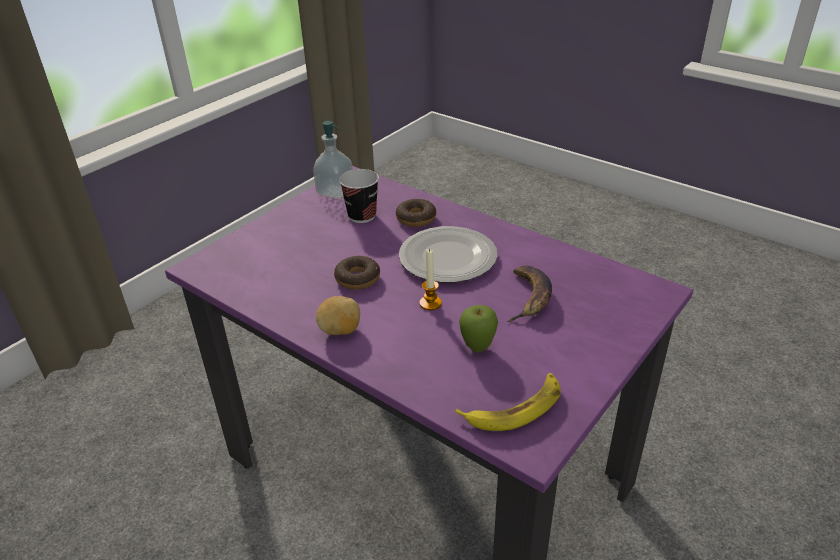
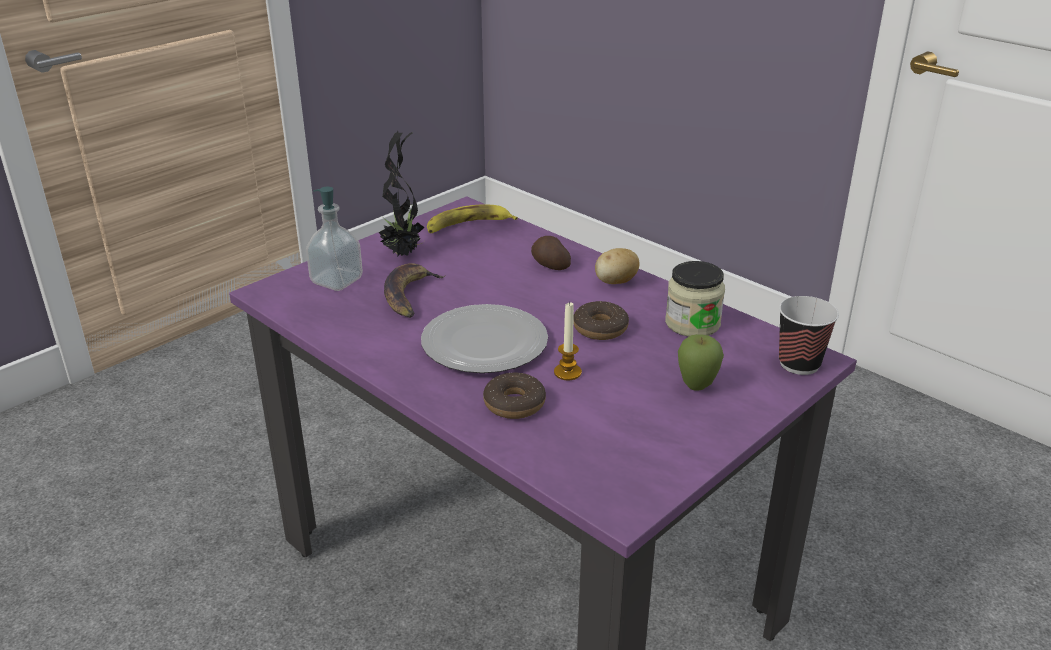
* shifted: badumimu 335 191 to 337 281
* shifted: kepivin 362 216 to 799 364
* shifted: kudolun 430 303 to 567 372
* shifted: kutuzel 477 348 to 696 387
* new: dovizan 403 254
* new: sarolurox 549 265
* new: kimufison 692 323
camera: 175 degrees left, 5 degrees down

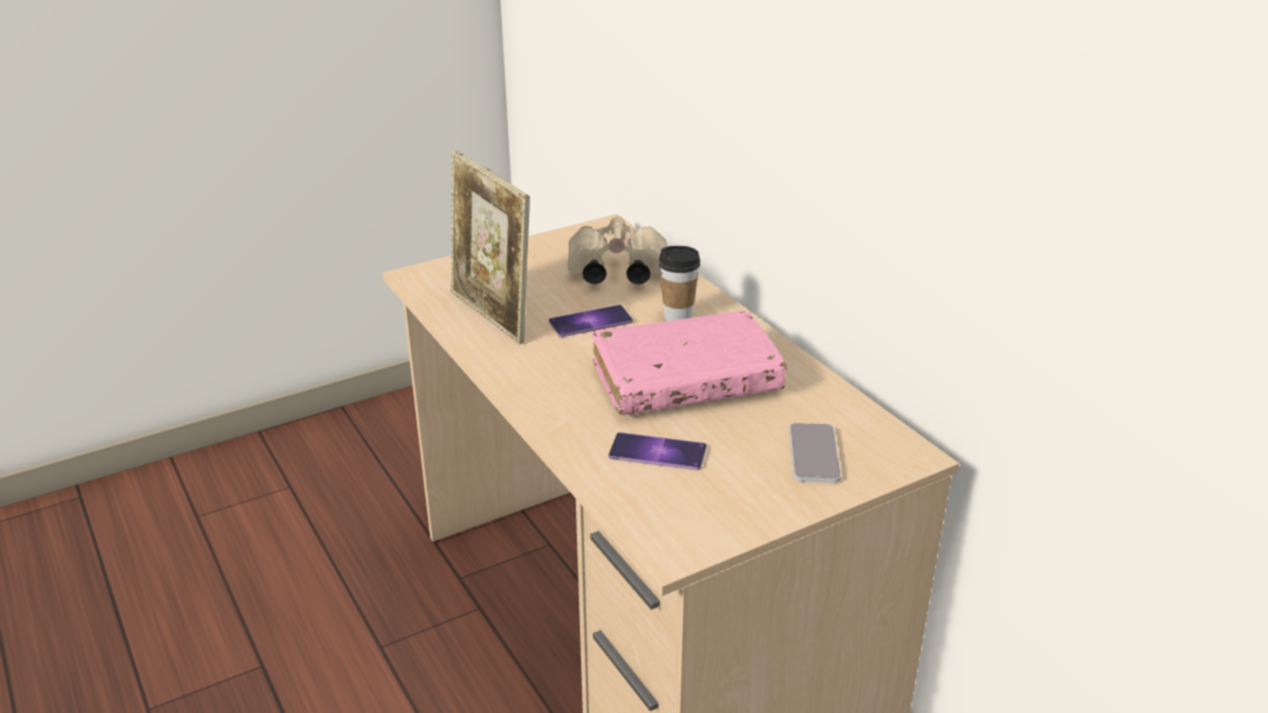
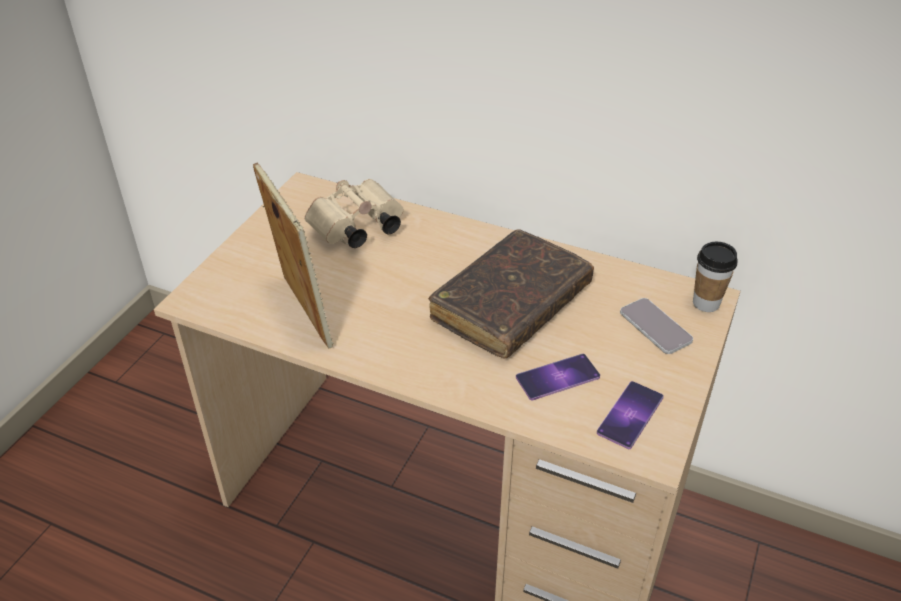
* rotated: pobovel 492 316 = 302 312 135 degrees counterclockwise
* shifted: kepivin 678 316 to 706 303
* shifted: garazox 590 322 to 630 415
* repainted: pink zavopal 686 380 to brown zavopal 511 305
camera: 35 degrees left, 10 degrees up

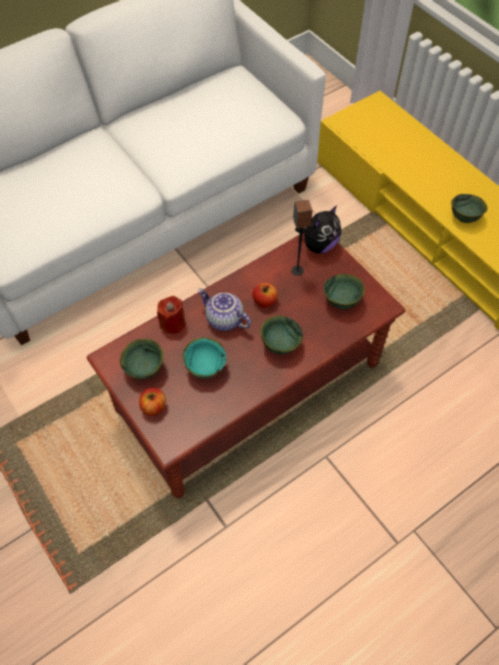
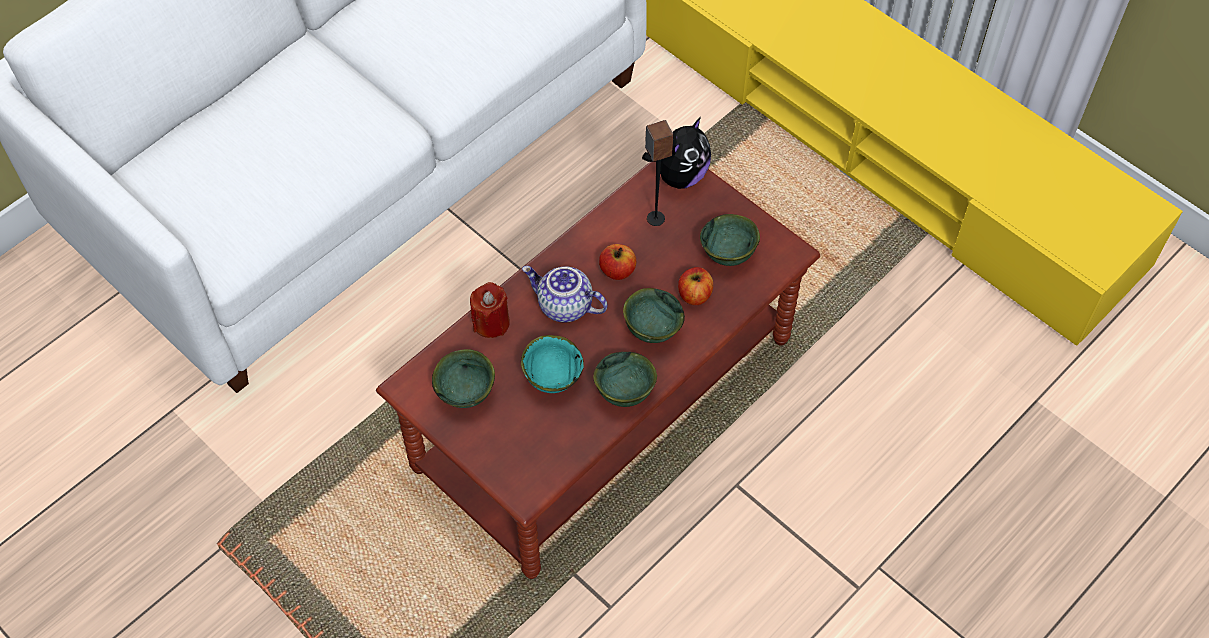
* shifted: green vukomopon 463 218 to 623 394
* shifted: kutuzel 153 407 to 694 295
camera: 10 degrees left, 0 degrees up

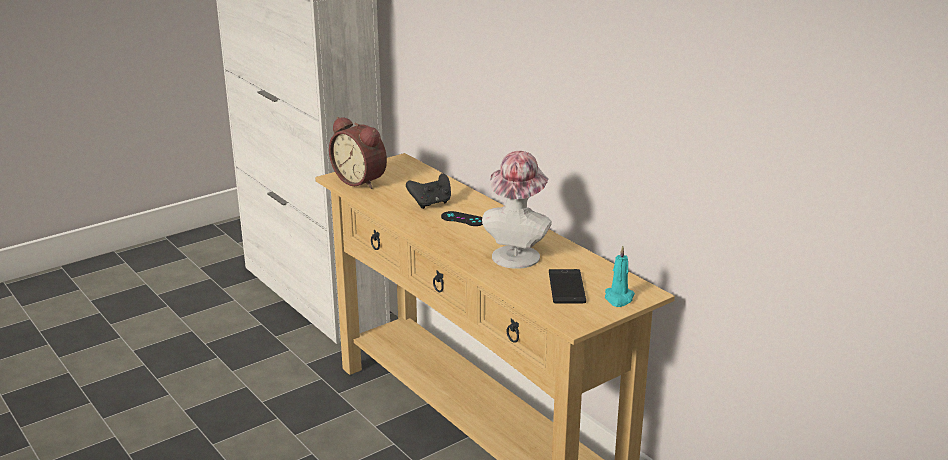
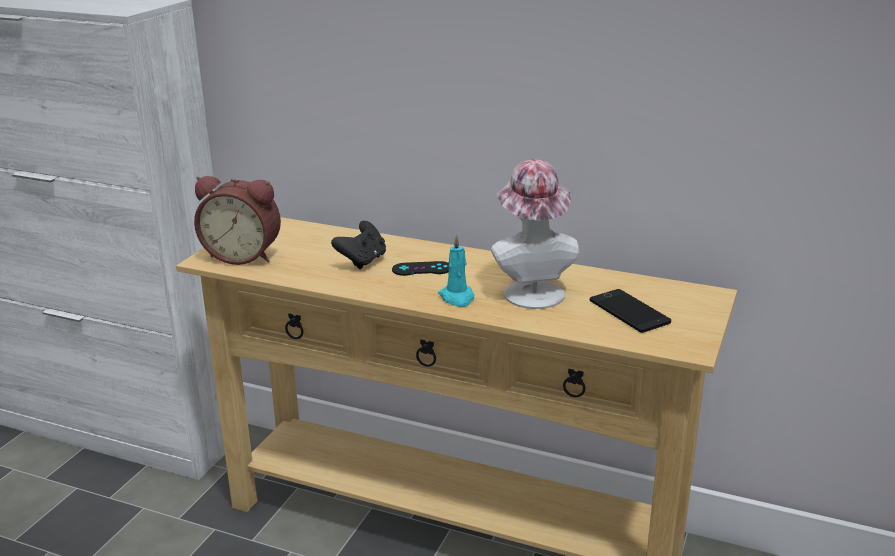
* shifted: turquoise kudolun 618 298 to 457 298
camera: 30 degrees left, 0 degrees up

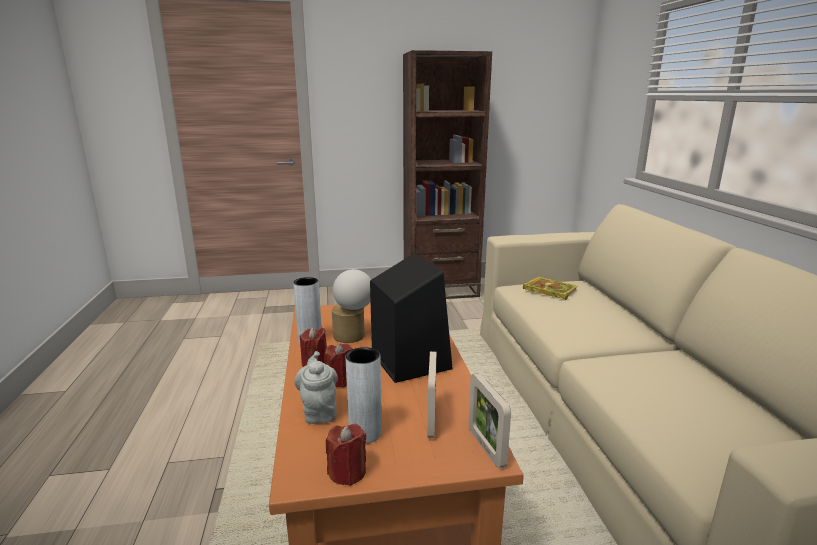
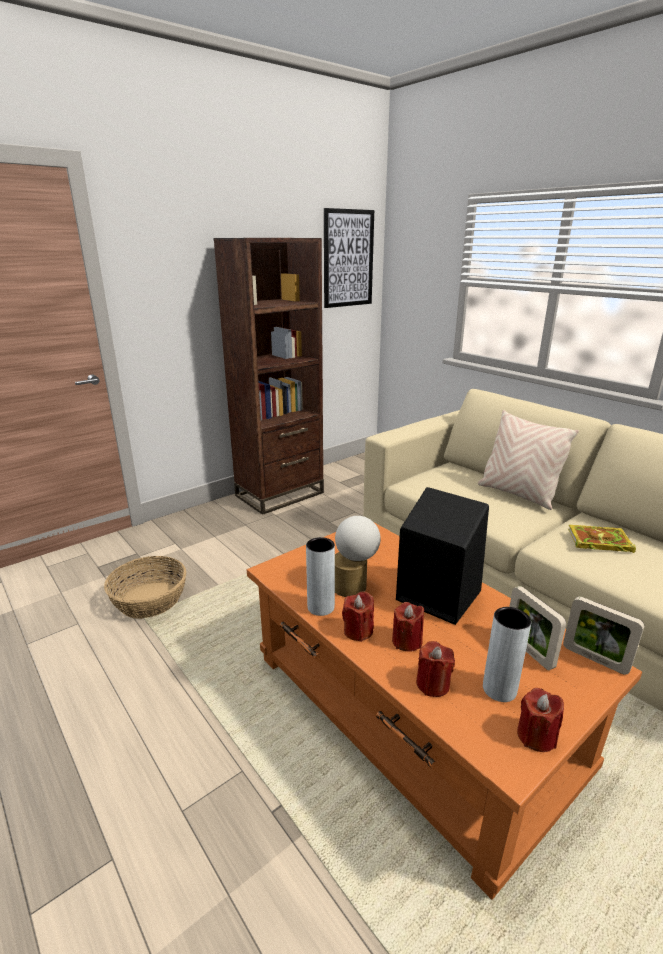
* shifted: zavopal 548 290 to 597 541
* swapped: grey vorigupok 319 411 to red kudolun 433 684
* new: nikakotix 348 259
* new: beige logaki 517 494
* new: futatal 150 599
camera: 30 degrees left, 5 degrees up

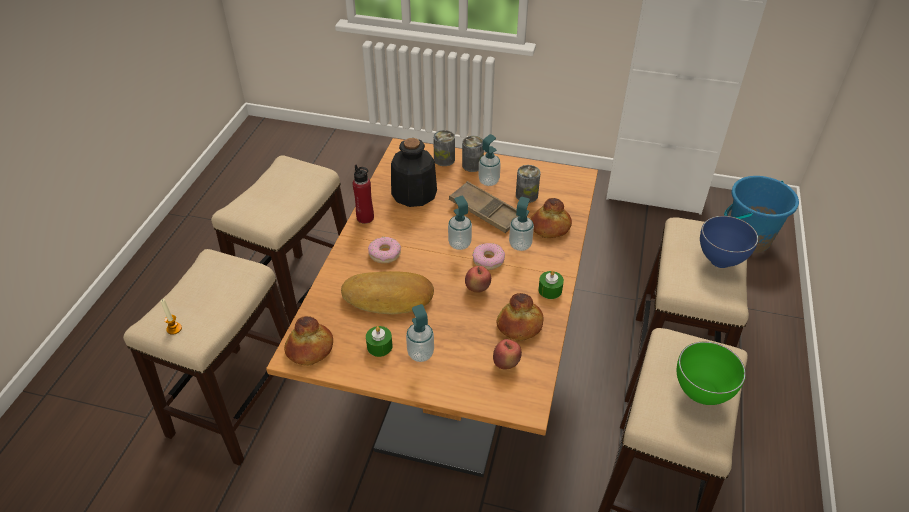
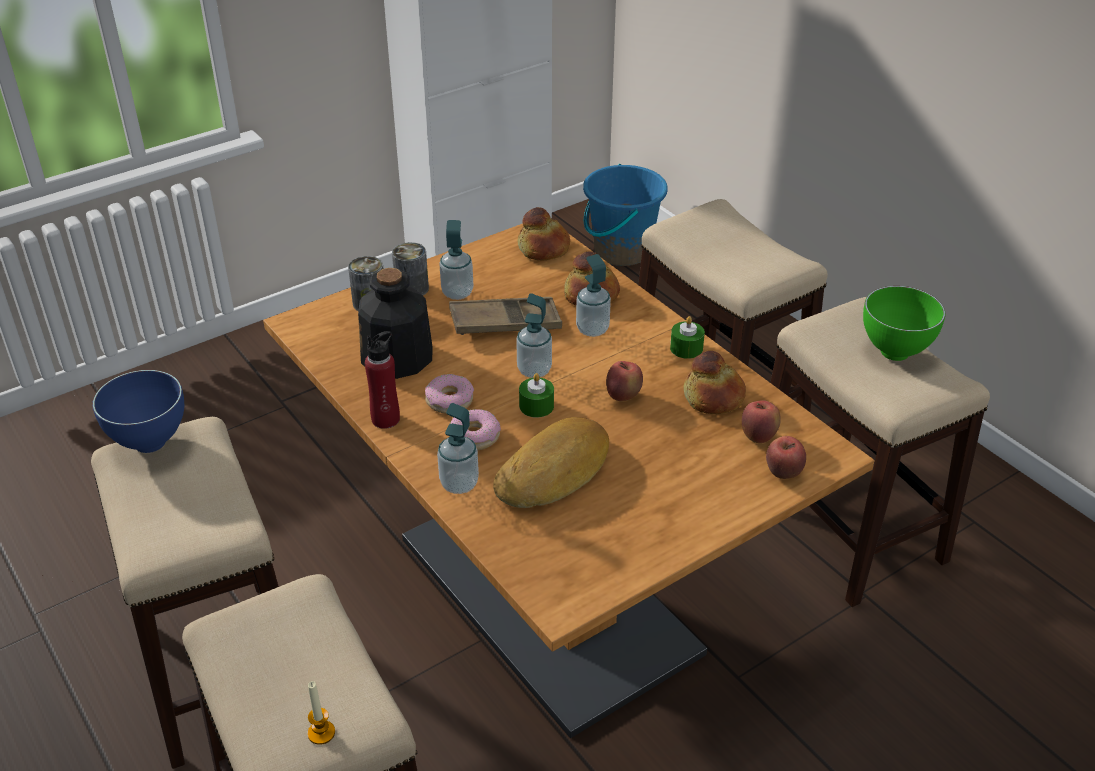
* gone: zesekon 526 195
* shifted: blue vukomopon 718 261 to 148 443
* shifted: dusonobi 488 260 to 449 400
* shifted: badumimu 420 354 to 459 484
* shifted: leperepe 310 349 to 544 248
* shifted: green kudolun 379 346 to 536 406
* new: kutuzel 783 473
camera: 50 degrees left, 5 degrees down

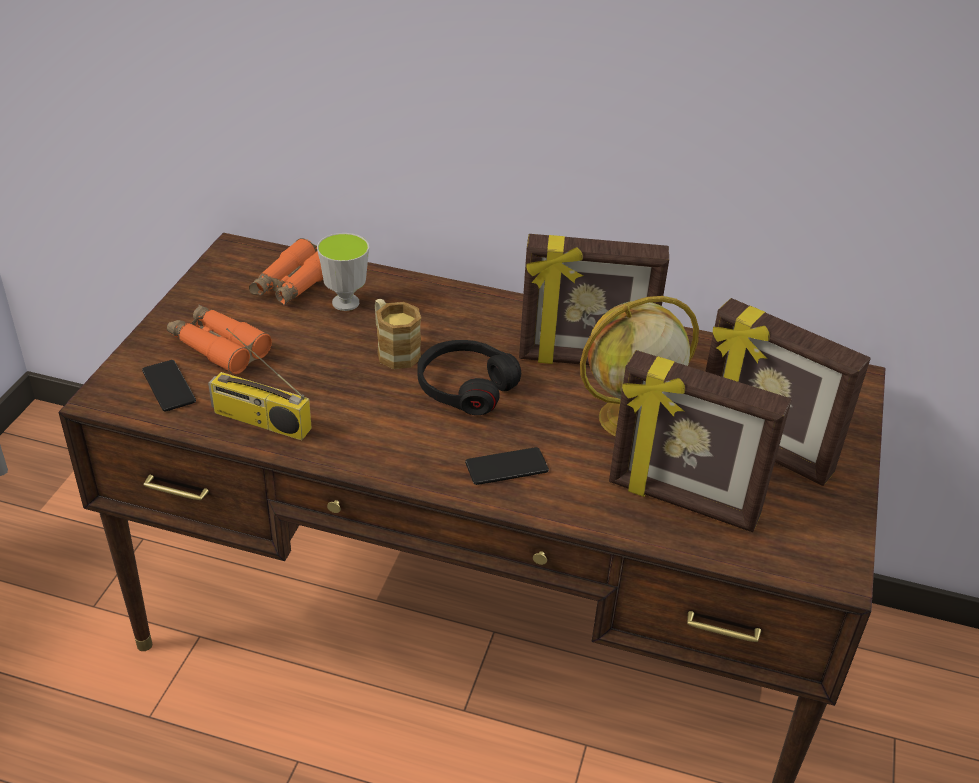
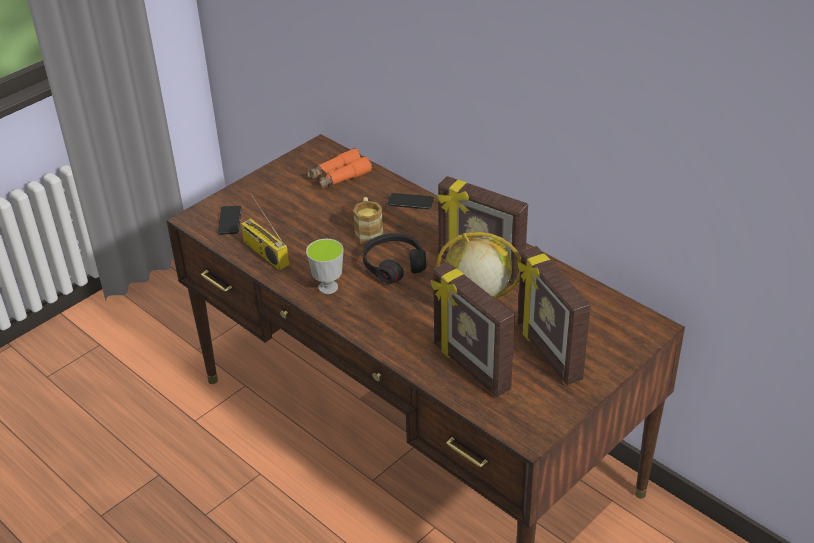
* shifted: kepivin 345 303 to 328 287
* gone: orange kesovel 218 347
* shifted: garazox 506 467 to 410 202
camera: 30 degrees right, 0 degrees up

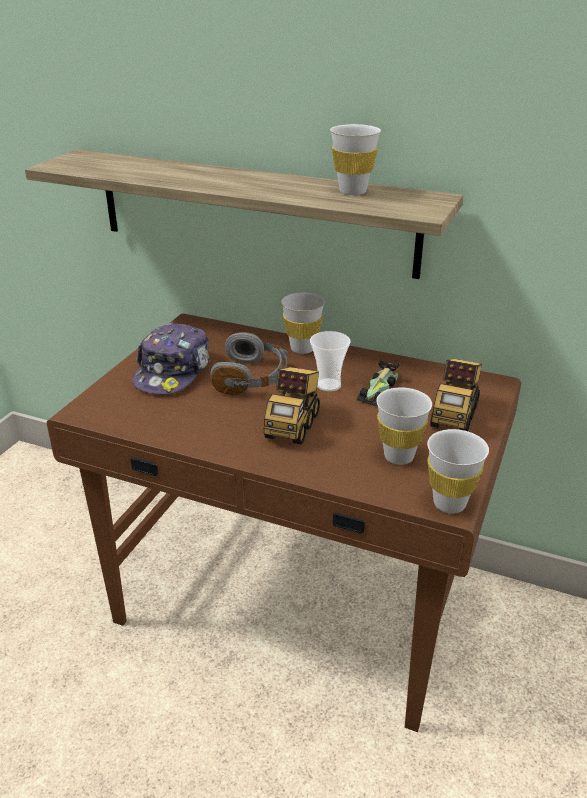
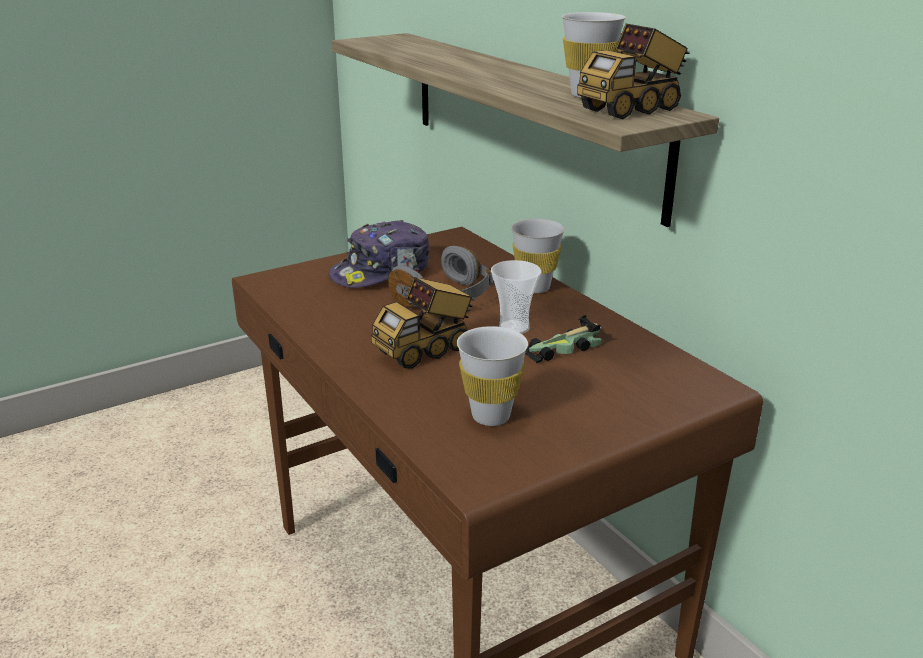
* shifted: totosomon 454 415 to 632 110
* gone: white kepivin 449 503
camera: 35 degrees right, 5 degrees down

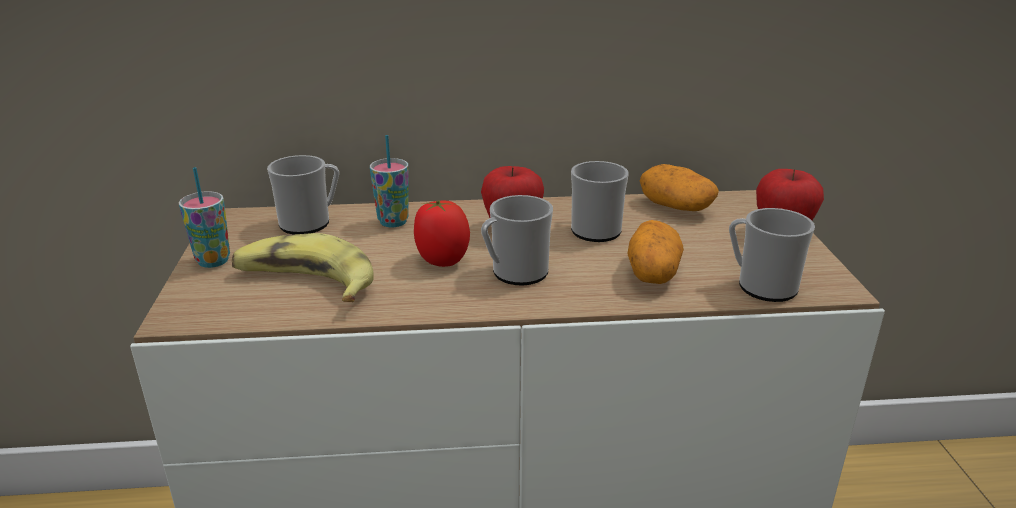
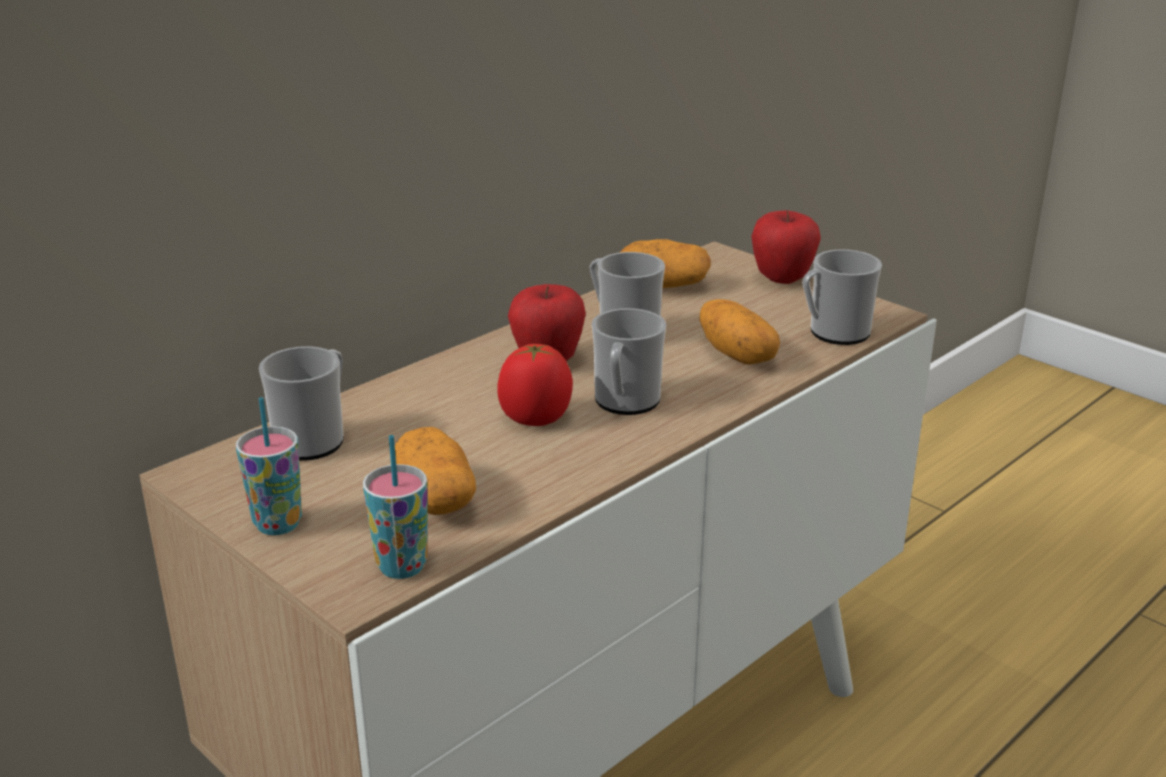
* shifted: kepivin 393 222 to 402 566
* swapped: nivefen 305 283 to sarolurox 434 499
camera: 40 degrees left, 0 degrees up

